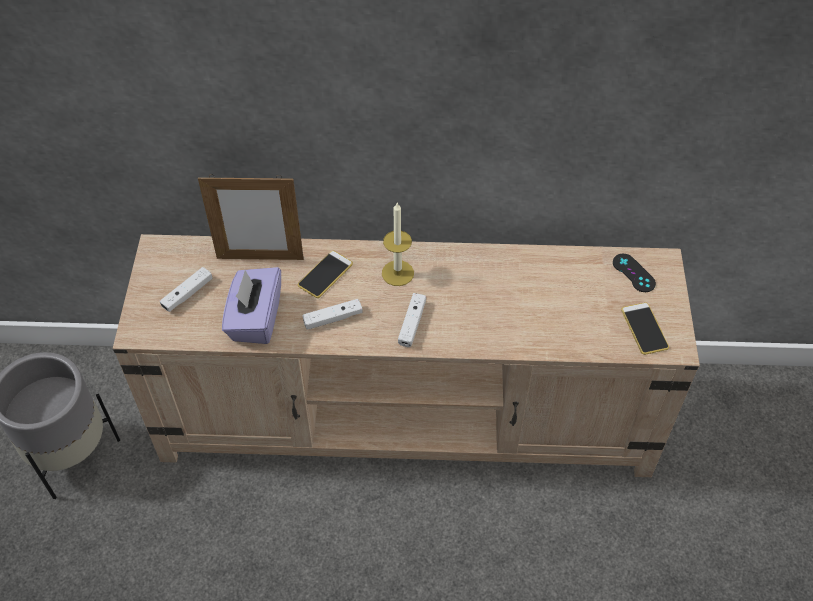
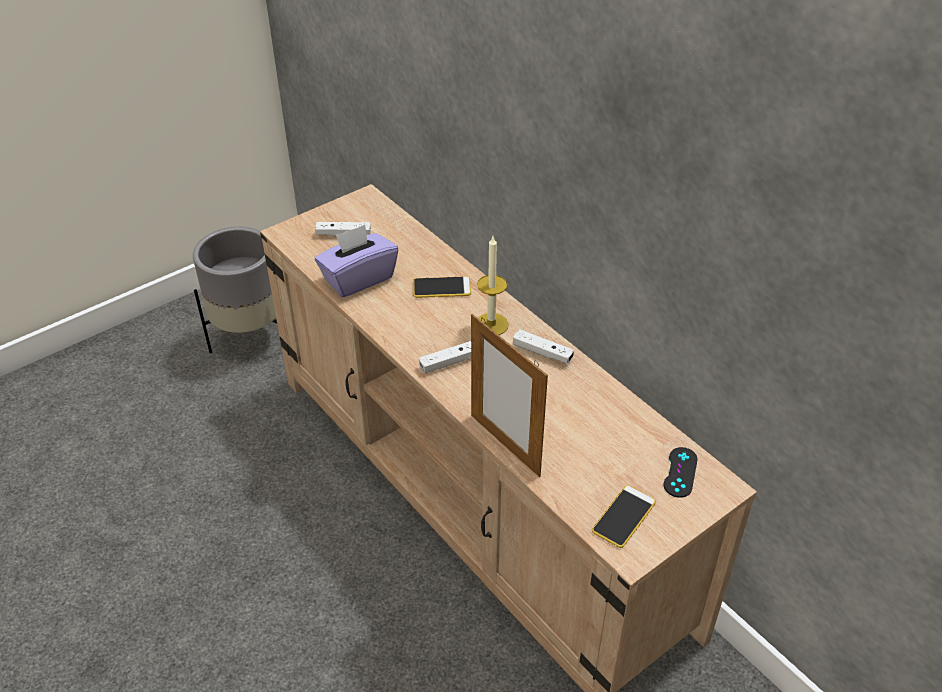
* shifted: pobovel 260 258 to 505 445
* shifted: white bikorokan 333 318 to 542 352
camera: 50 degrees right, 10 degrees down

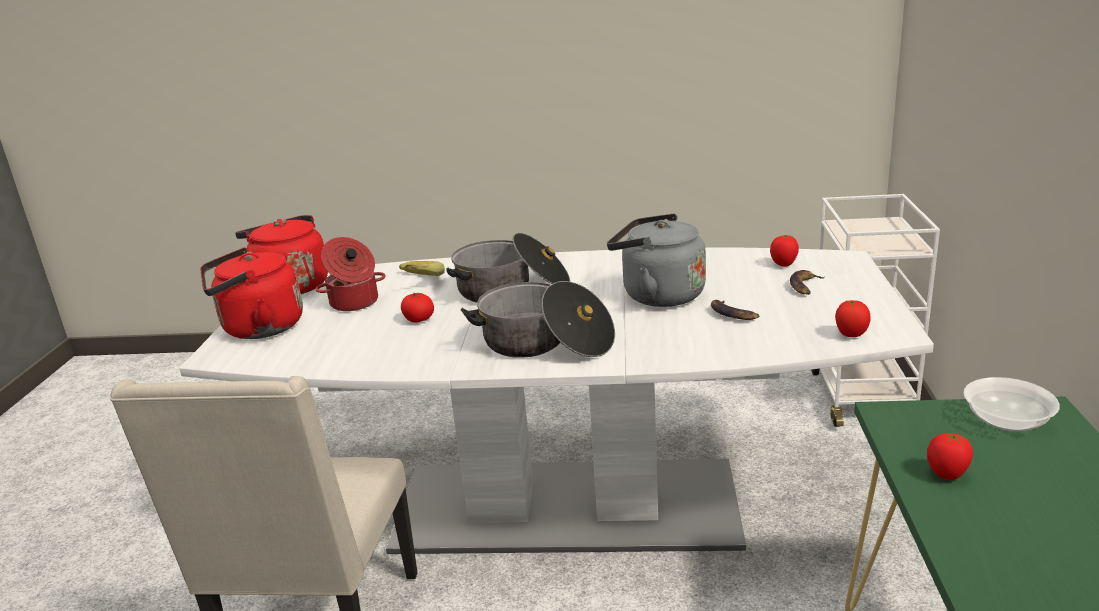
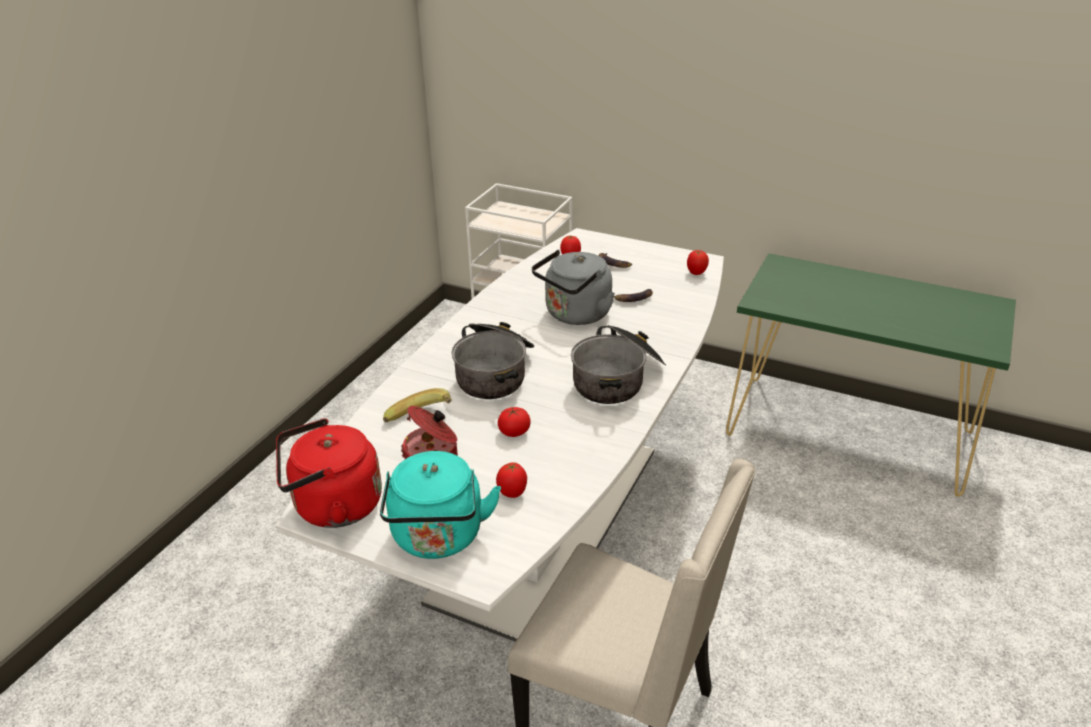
* repainted: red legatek 258 329 to turquoise legatek 438 538
* gone: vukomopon 1006 421
* shifted: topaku 947 475 to 512 493
camera: 70 degrees left, 10 degrees up

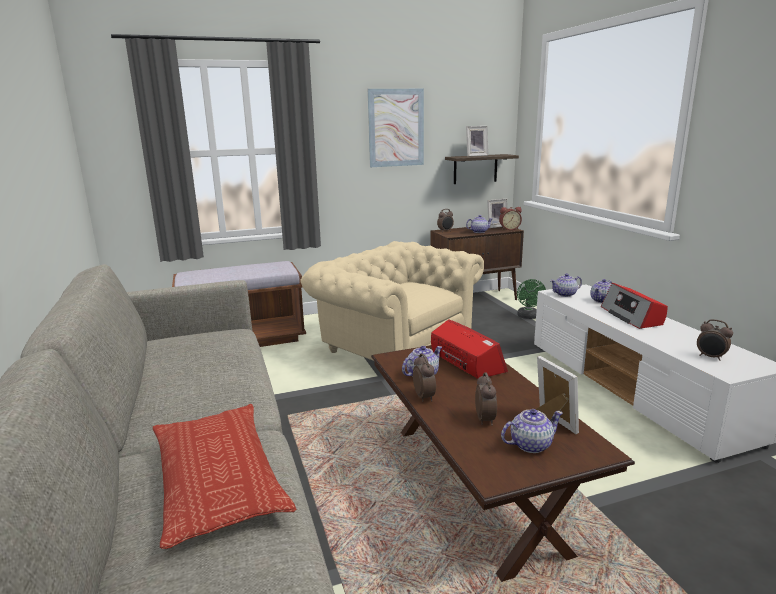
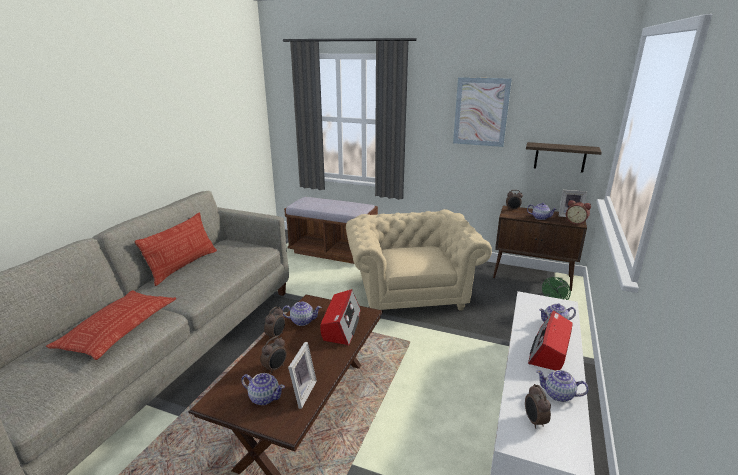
* gone: pobovel 475 155
* shifted: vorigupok 565 294 to 559 395
* new: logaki 183 266
camera: 40 degrees right, 5 degrees up

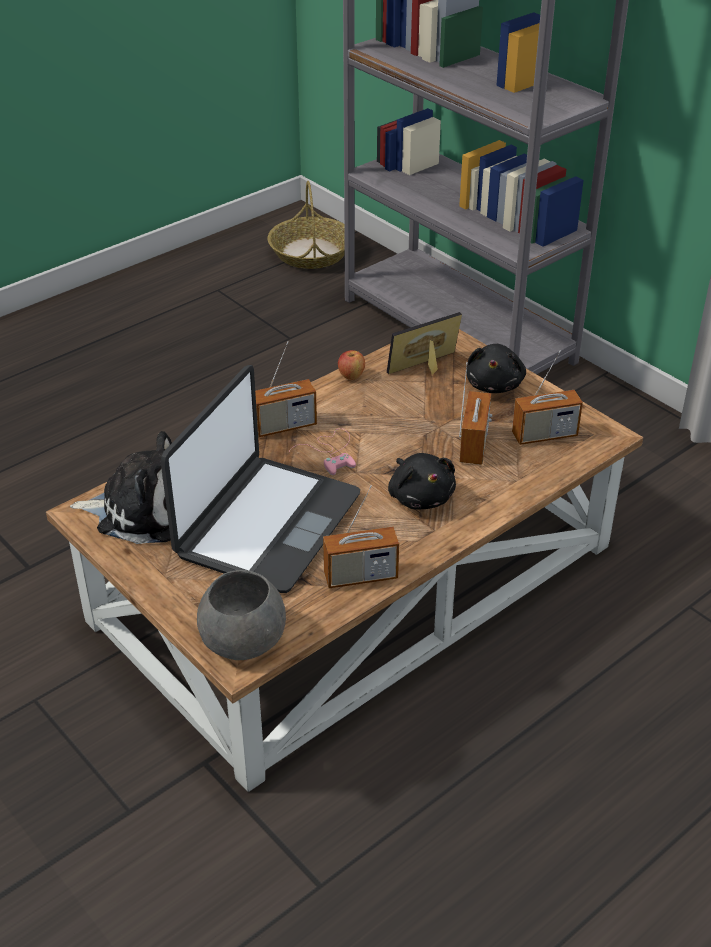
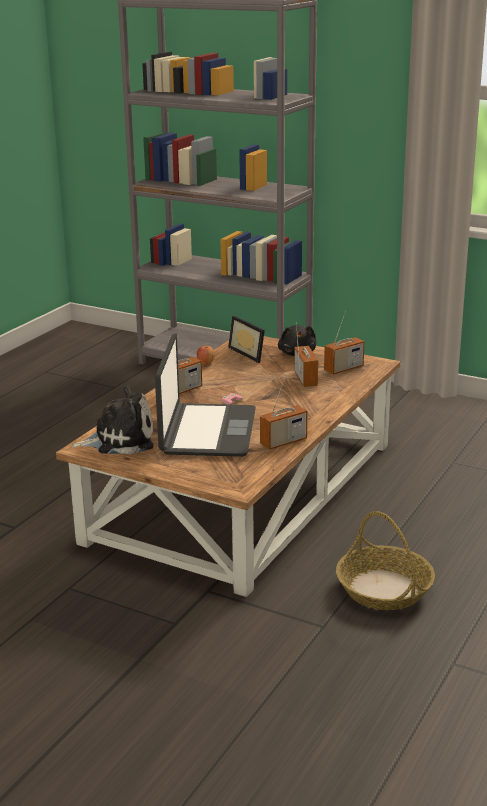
* shifted: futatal 311 253 to 384 589
* rotated: pobovel 427 368 = 250 353 75 degrees counterclockwise
* gone: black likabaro 420 496
* gone: grey vukomopon 242 640
camera: 20 degrees left, 15 degrees down

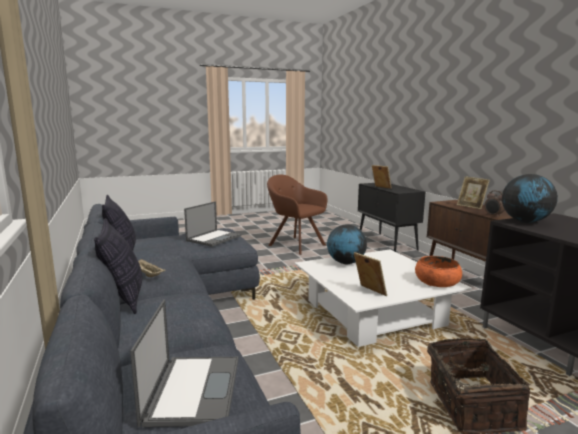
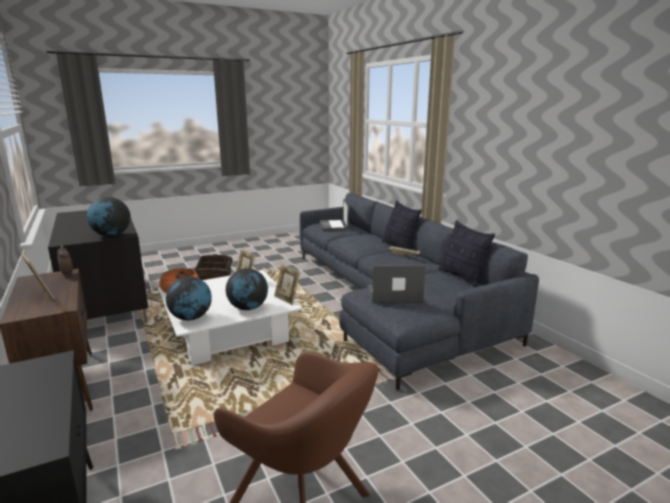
* shifted: pobovel 380 187 to 287 299
* rotated: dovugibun 214 238 = 393 294 60 degrees clockwise
* new: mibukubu 191 318
camera: 175 degrees right, 5 degrees up

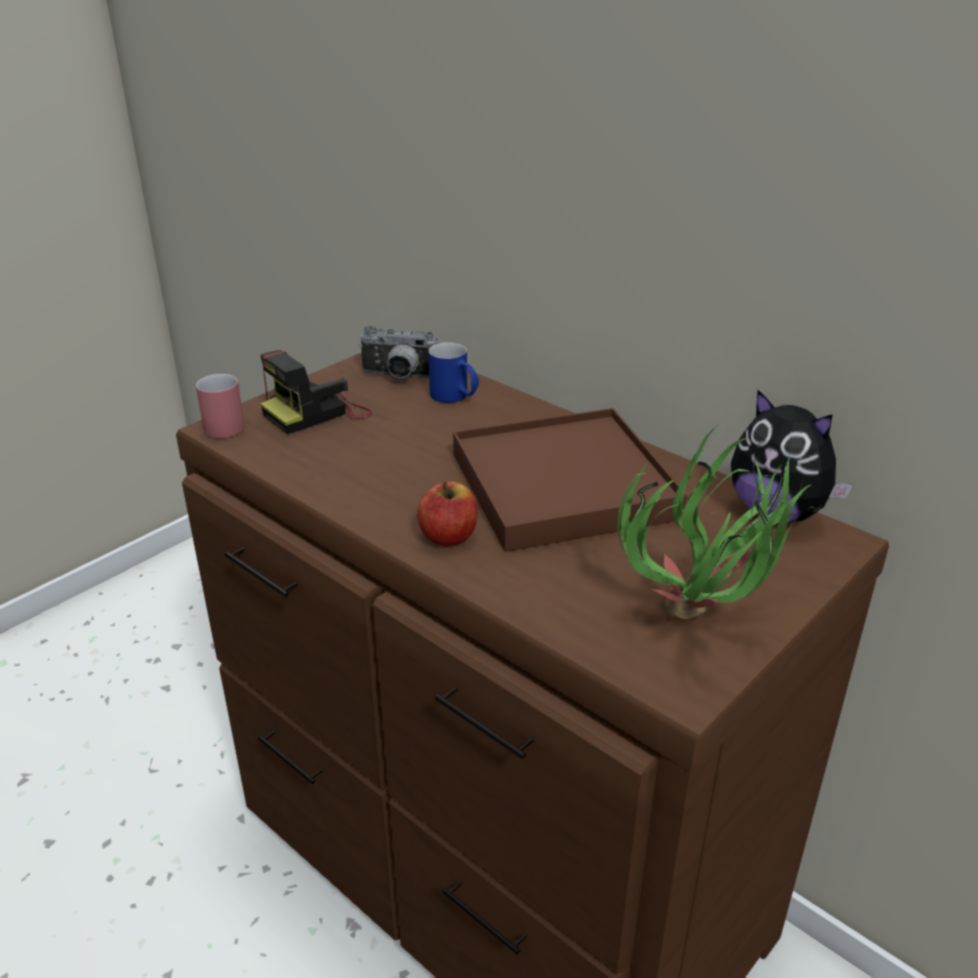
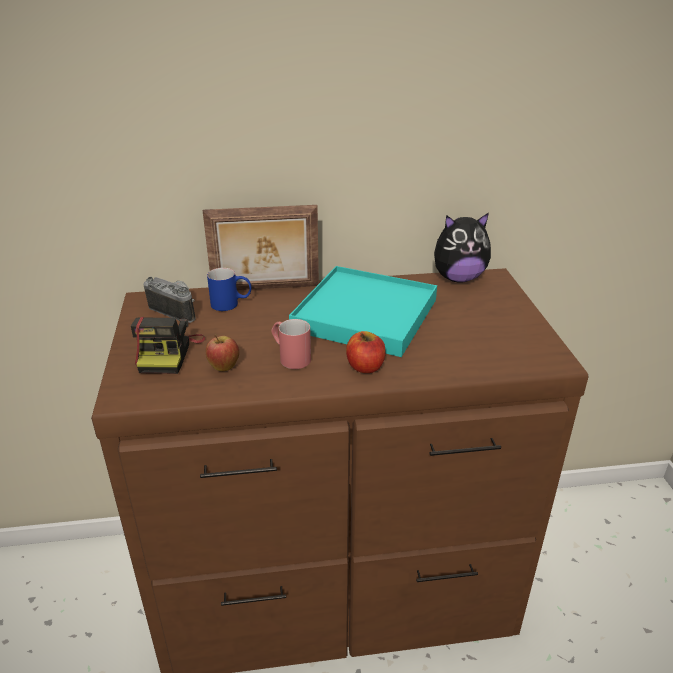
* rotated: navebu 399 377 = 177 310 105 degrees counterclockwise
* shifted: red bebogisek 228 423 to 290 357
* repainted: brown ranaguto 563 485 to turquoise ranaguto 365 315
* gone: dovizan 705 624
* new: pobovel 265 289
* new: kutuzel 224 368
camera: 50 degrees left, 0 degrees up

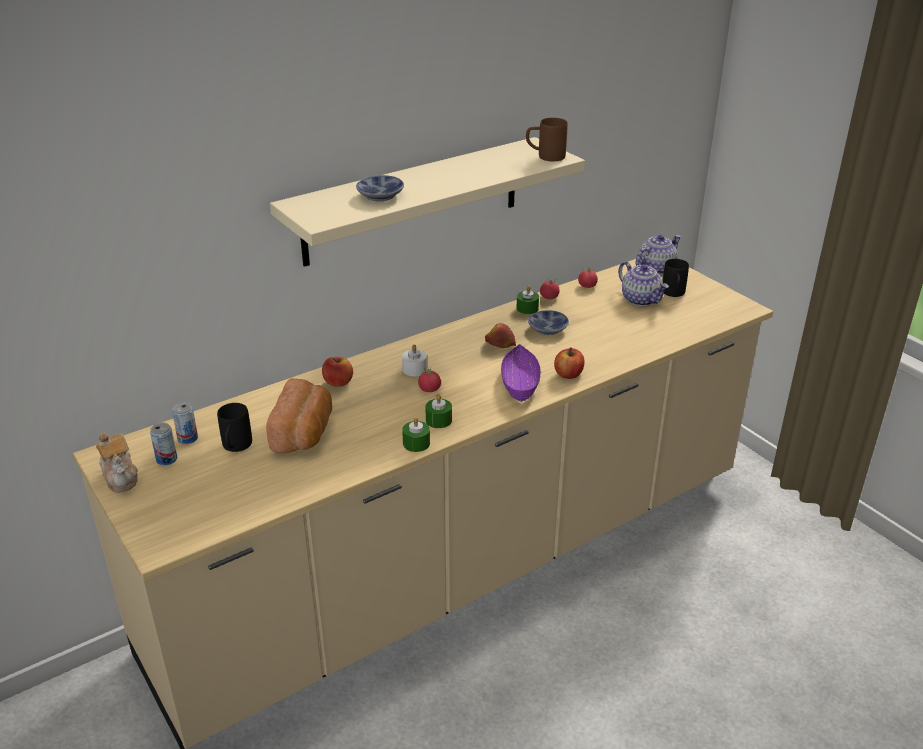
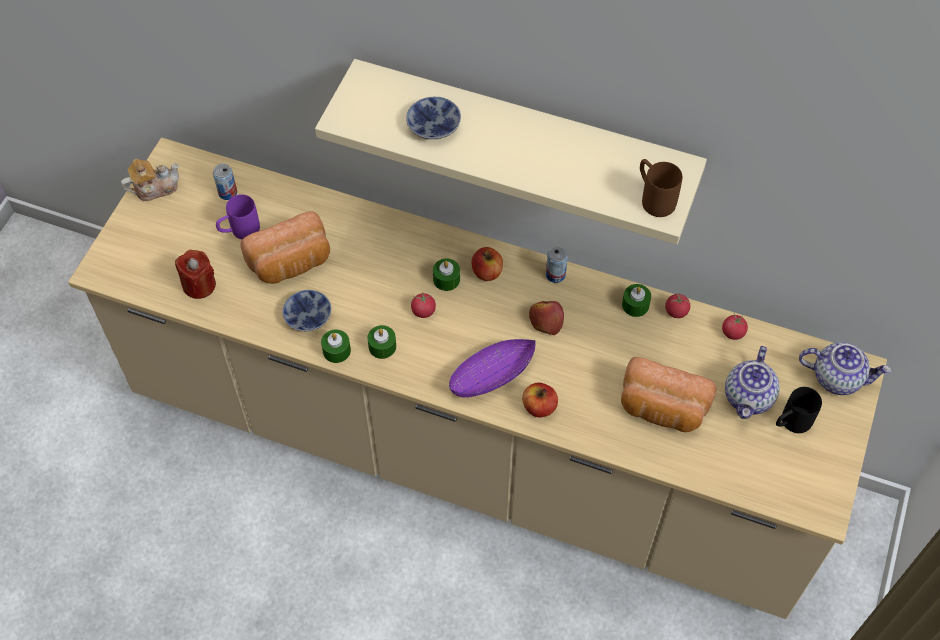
* shifted: vukomopon 548 328 to 310 315
* repainted: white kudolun 414 369 to green kudolun 446 279
* shifted: kutuzel 338 382 to 487 272
* repainted: black bebogisek 235 447 to purple bebogisek 239 231
* shifted: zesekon 166 459 to 555 275
* rotated: vorigupok 121 476 = 155 188 135 degrees counterclockwise
* new: red kudolun 199 285
* new: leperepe 662 409
camera: 55 degrees right, 25 degrees up

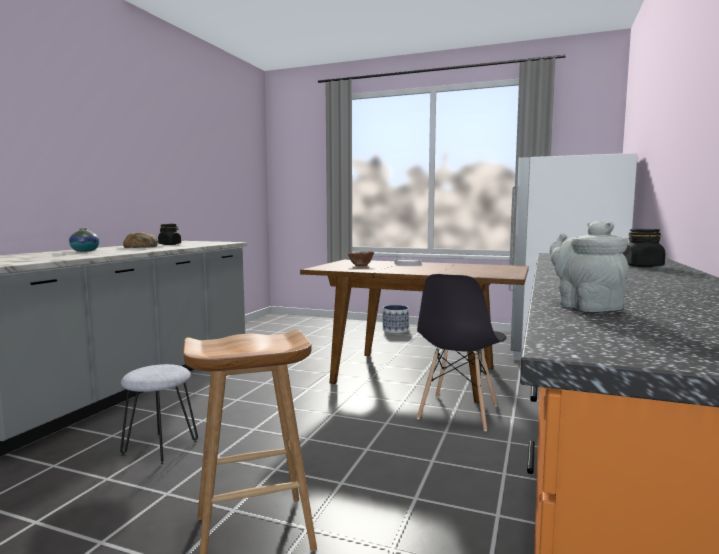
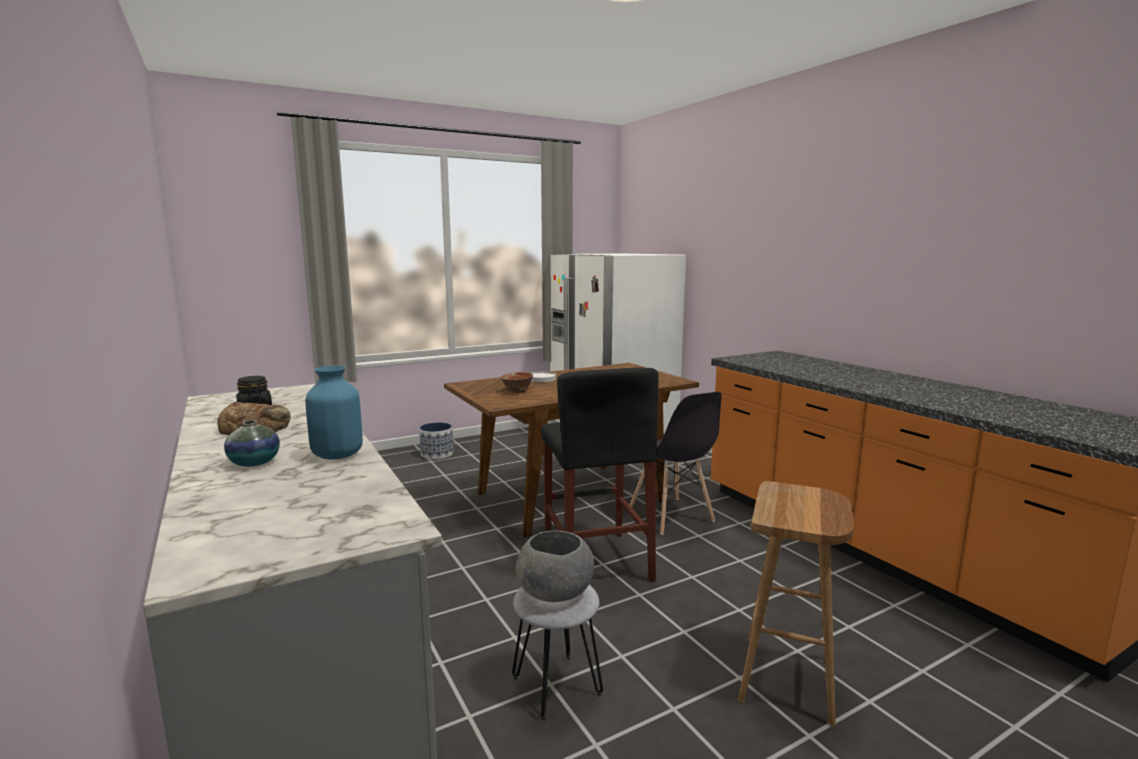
* gone: grey vorigupok 585 306
* gone: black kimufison 642 266
* new: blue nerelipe 338 455
* new: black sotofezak 596 561
* new: grey vukomopon 554 593
camera: 50 degrees left, 5 degrees up

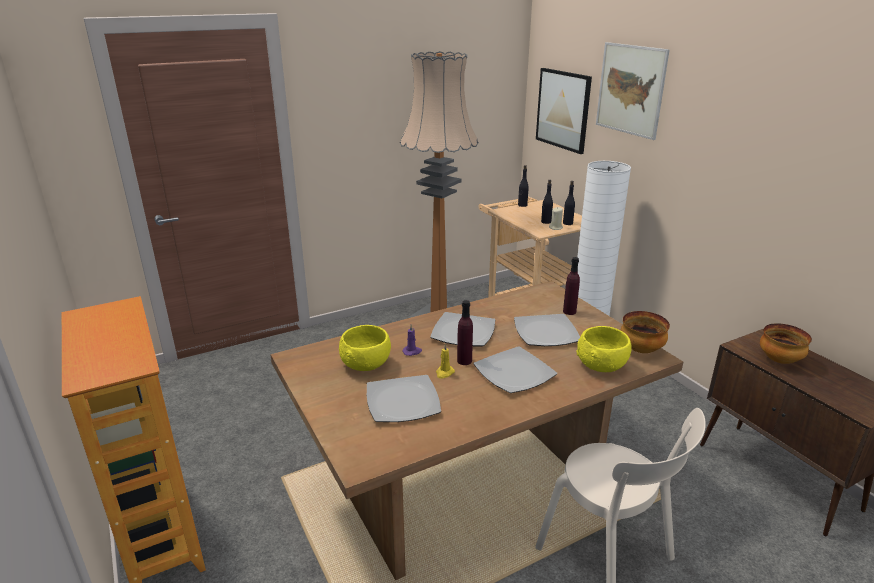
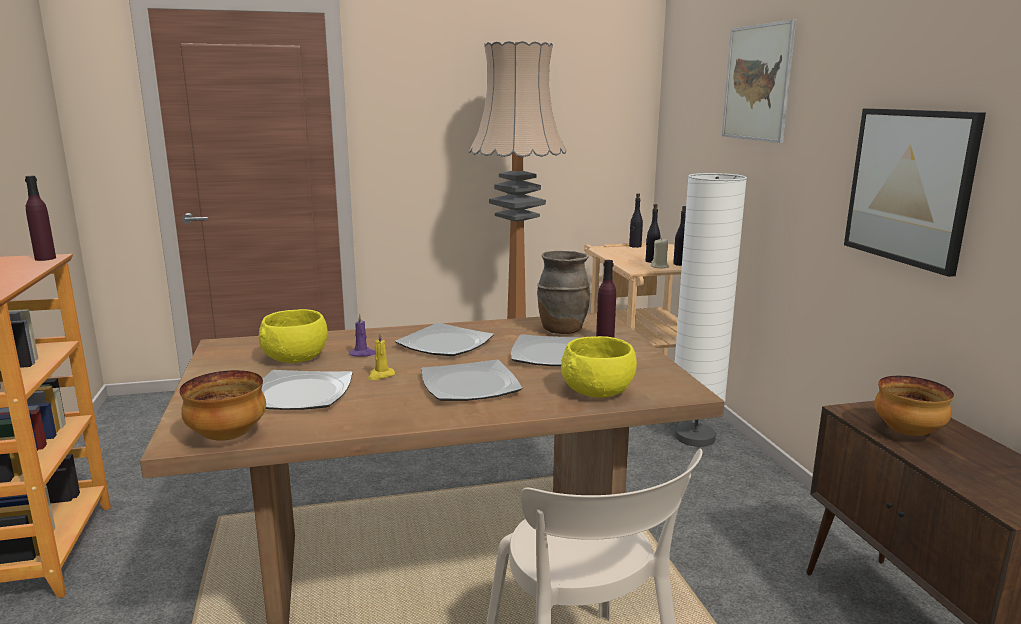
* shifted: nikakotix 563 110 to 909 186
* shifted: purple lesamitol 464 361 to 45 258
* shifted: vukomopon 640 350 to 226 436
* new: brown nerelipe 562 330
camera: 15 degrees right, 10 degrees down

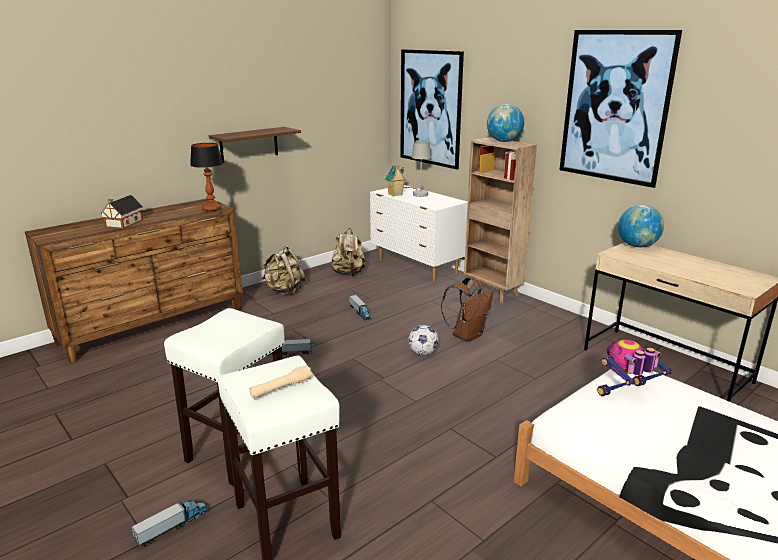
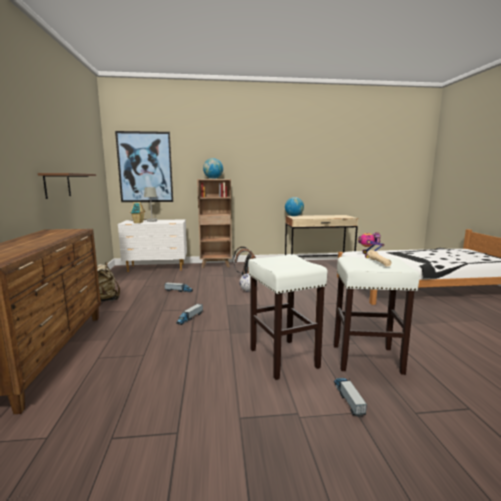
* gone: nikakotix 615 107
* gone: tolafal 212 209
* gone: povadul 123 223
* gone: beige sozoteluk 348 274
camera: 55 degrees left, 10 degrees down

